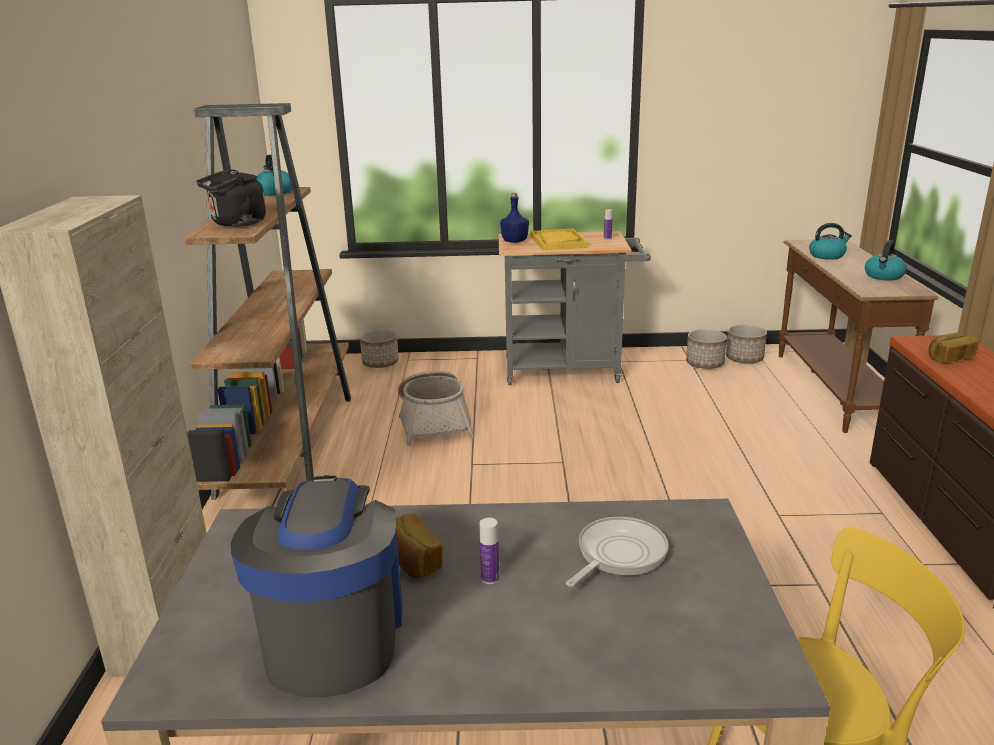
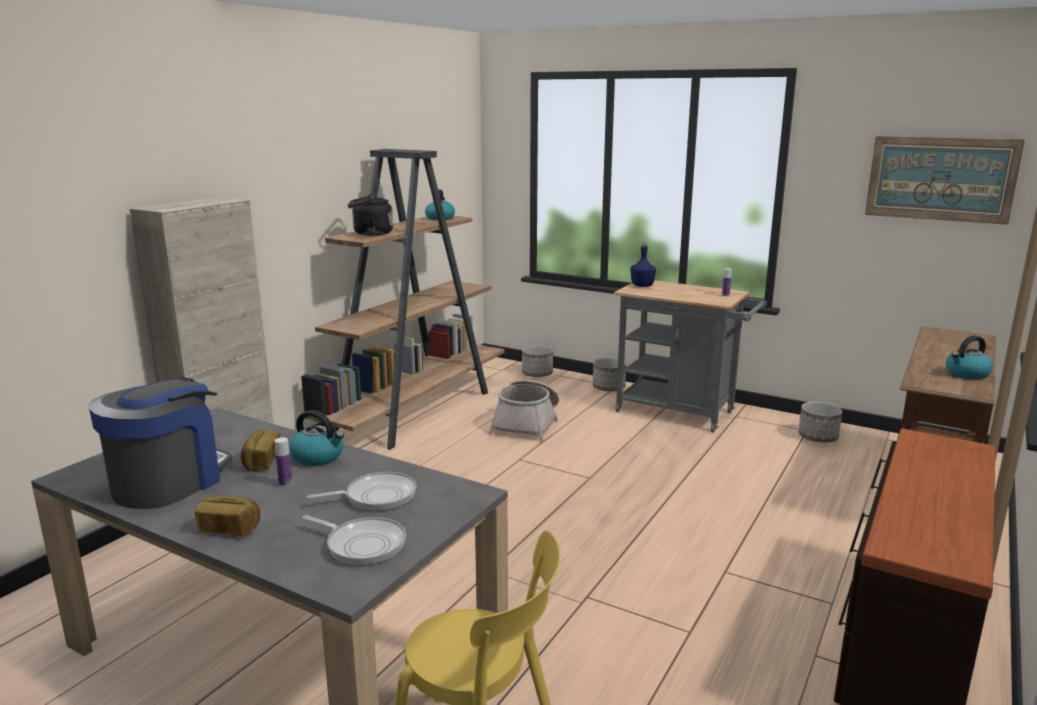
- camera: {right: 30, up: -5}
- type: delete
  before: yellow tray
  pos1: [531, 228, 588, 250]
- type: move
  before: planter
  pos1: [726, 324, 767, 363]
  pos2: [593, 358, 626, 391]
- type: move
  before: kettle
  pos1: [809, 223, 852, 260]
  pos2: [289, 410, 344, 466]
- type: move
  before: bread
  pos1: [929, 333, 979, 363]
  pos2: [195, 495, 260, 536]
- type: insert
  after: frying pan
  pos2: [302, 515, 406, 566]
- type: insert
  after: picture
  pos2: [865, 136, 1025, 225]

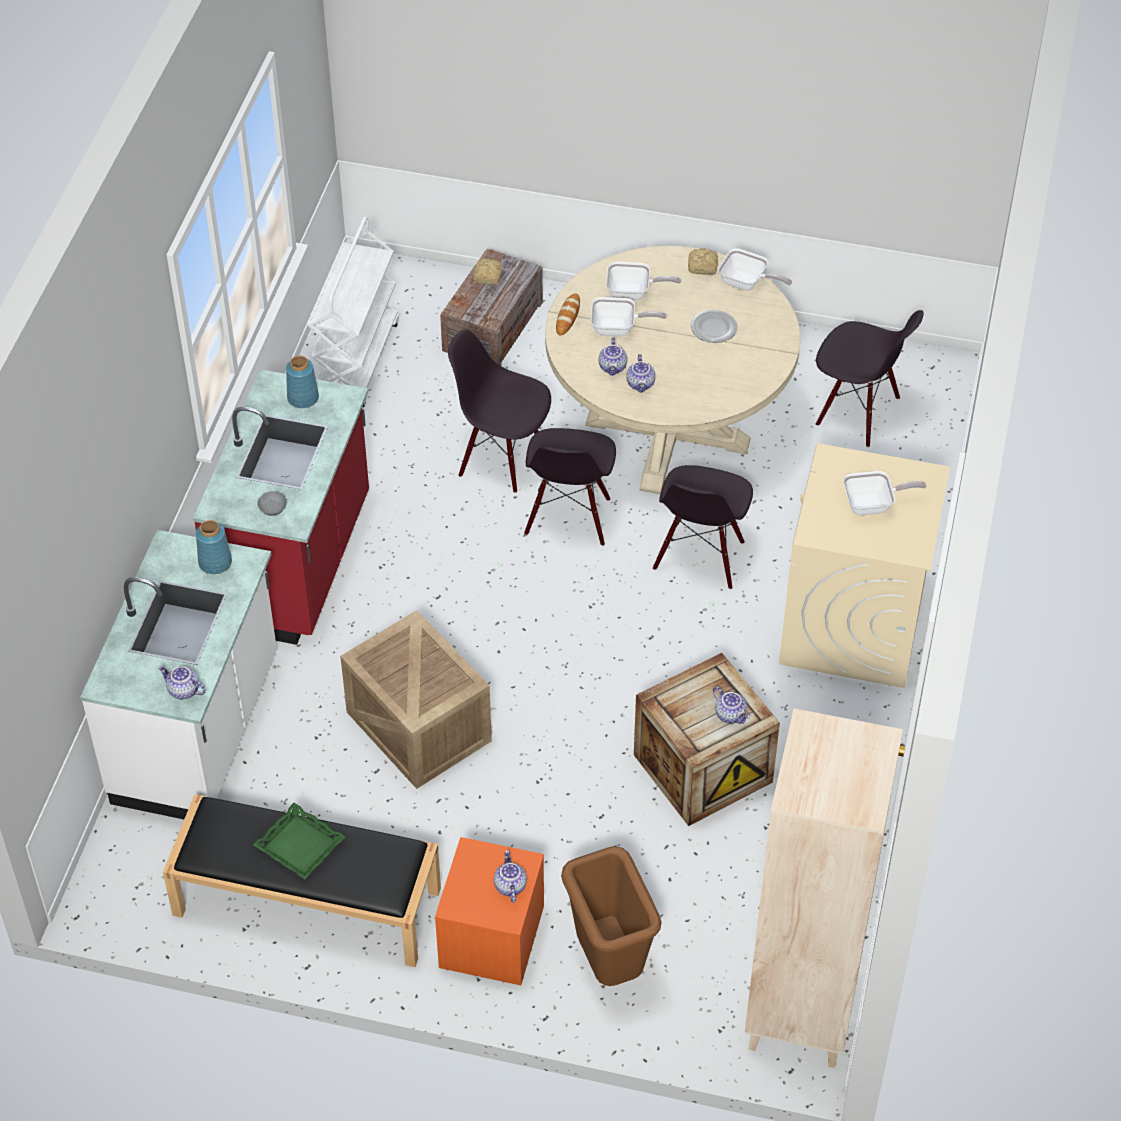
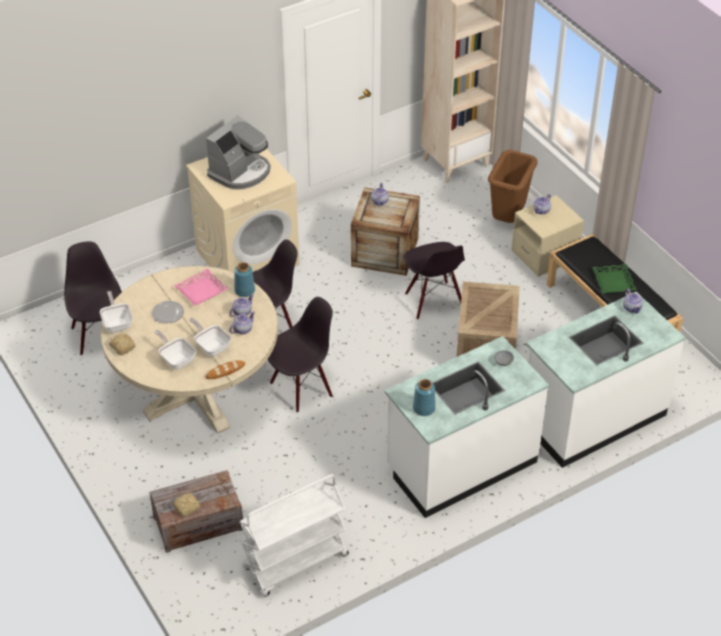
- camera: {right: -135, up: -5}
- type: recolor
  before: red counter
  after: white counter
  pos1: [193, 369, 369, 645]
  pos2: [384, 336, 549, 518]
- type: move
  before: blue vase
  pos1: [196, 520, 232, 574]
  pos2: [234, 262, 255, 297]
- type: recolor
  before: orange nightstand
  after: beige nightstand
  pos1: [435, 837, 544, 985]
  pos2: [511, 195, 584, 277]
- type: move
  before: black chair
  pos1: [448, 329, 551, 493]
  pos2: [404, 242, 465, 320]
- type: replace
  before: frying pan
  after: coffee machine
  pos1: [843, 471, 926, 515]
  pos2: [206, 115, 270, 189]
- type: insert
  after: pink tray
  pos2: [174, 268, 228, 306]

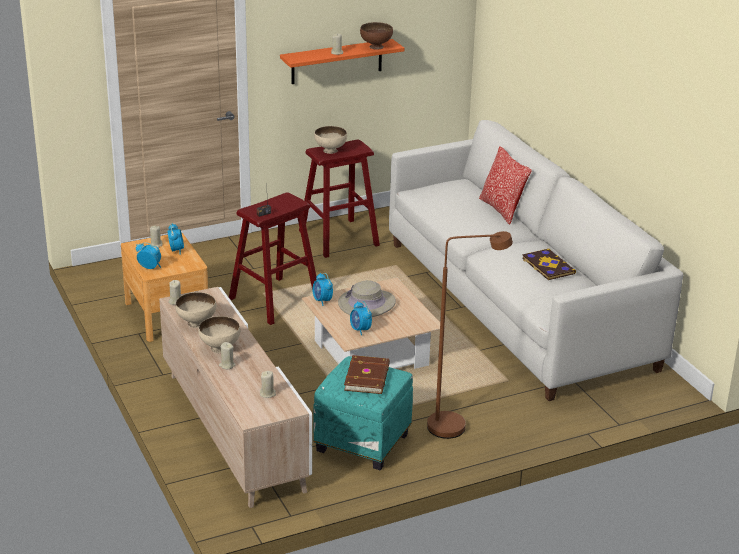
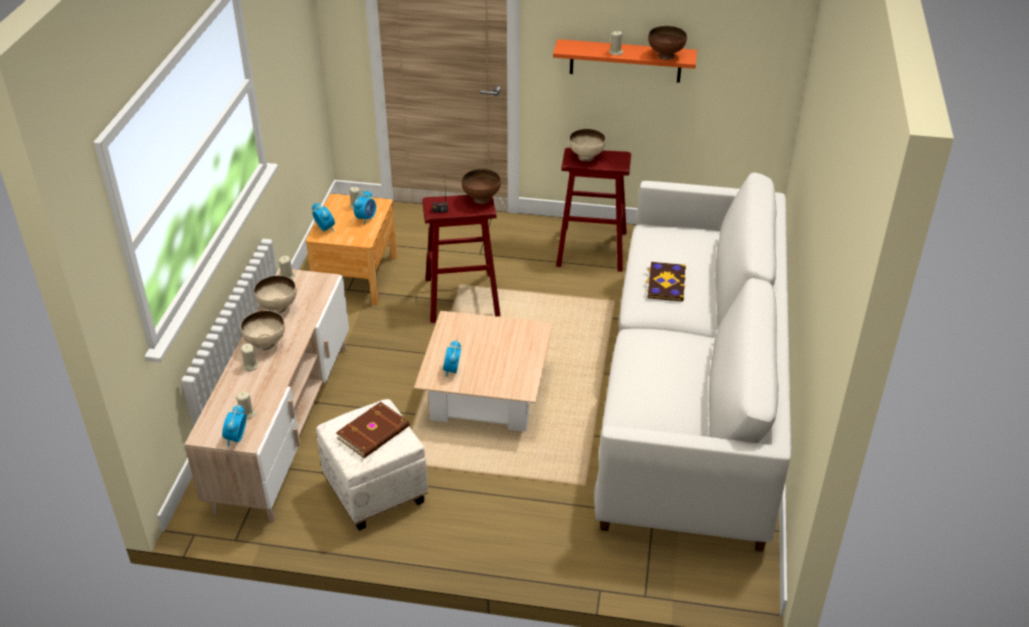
- camera: {right: 35, up: 10}
- type: move
  before: alarm clock
  pos1: [312, 273, 333, 306]
  pos2: [222, 404, 246, 446]
- type: recolor
  before: turquoise ottoman
  after: white ottoman
  pos1: [313, 356, 413, 470]
  pos2: [316, 399, 428, 531]
- type: delete
  before: beige hat
  pos1: [338, 280, 396, 317]
- type: delete
  before: brown floor lamp
  pos1: [427, 231, 513, 439]
- type: delete
  before: pillow
  pos1: [479, 146, 532, 225]
- type: move
  before: book
  pos1: [522, 248, 576, 280]
  pos2: [645, 262, 686, 301]
- type: insert
  after: brown bowl
  pos2: [462, 169, 501, 204]

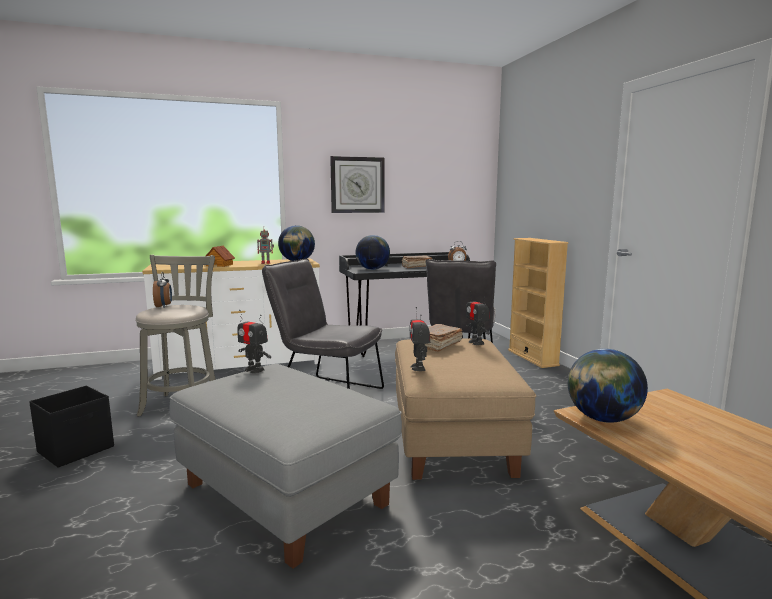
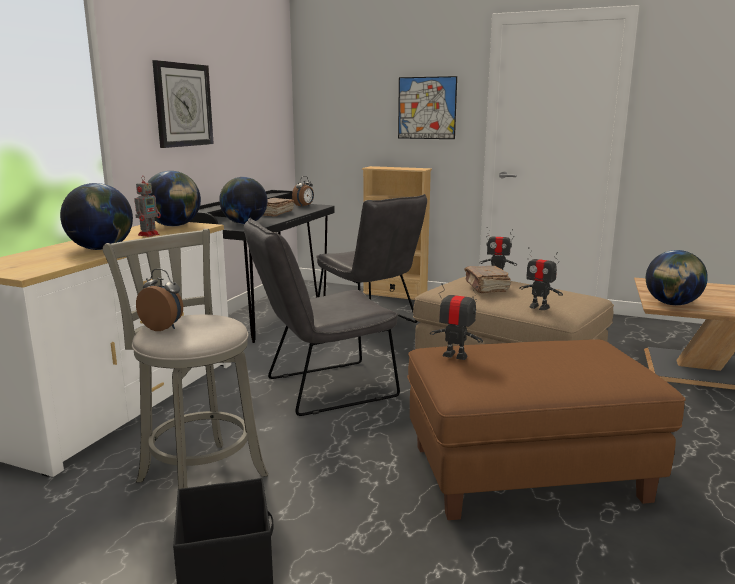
- camera: {right: -50, up: 5}
- type: recolor
  before: grey ottoman
  after: brown ottoman
  pos1: [169, 364, 402, 569]
  pos2: [407, 339, 686, 520]
- type: replace
  before: toy house
  after: globe
  pos1: [206, 245, 235, 267]
  pos2: [60, 183, 133, 250]
- type: rotate
  before: toy robot
  pos1: [237, 310, 271, 373]
  pos2: [430, 283, 483, 360]
  turn: -135
- type: insert
  after: picture
  pos2: [398, 76, 457, 139]

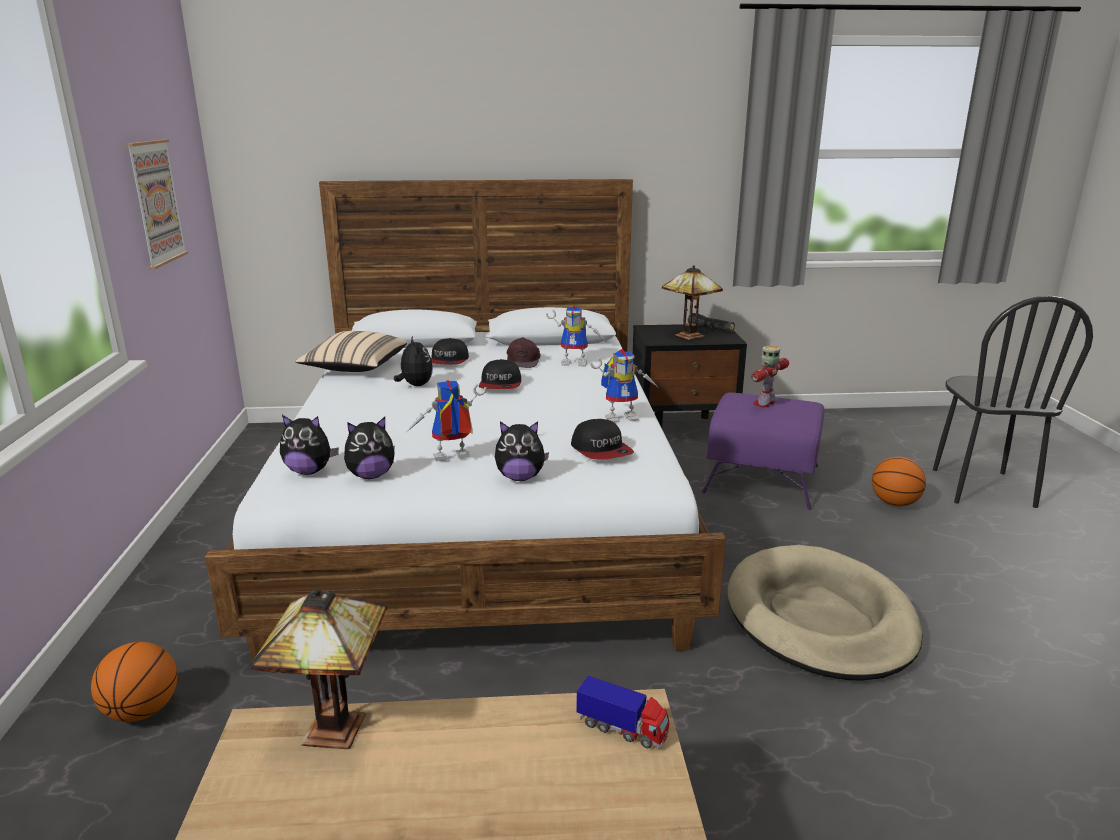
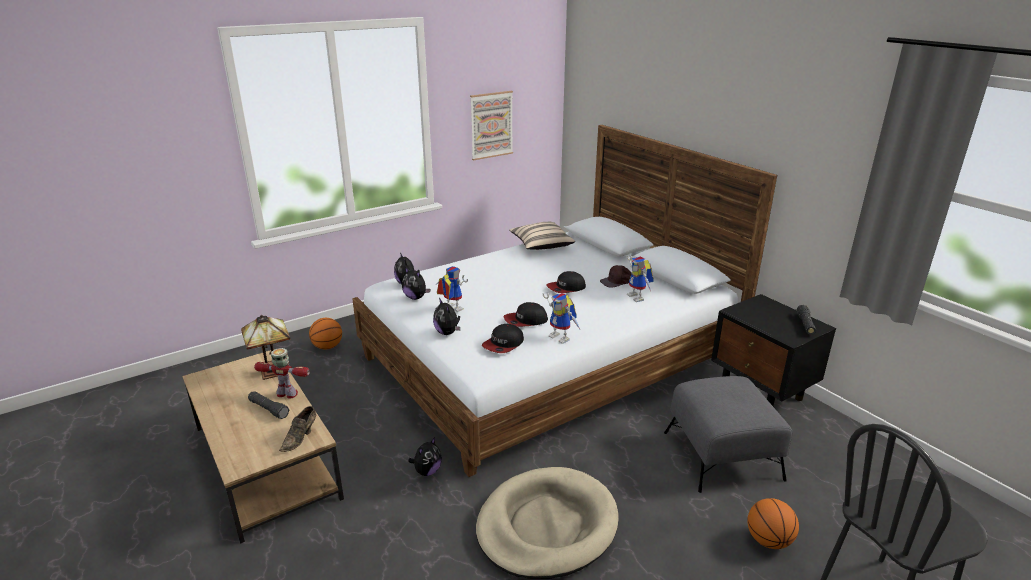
- camera: {right: 60, up: 5}
- type: move
  before: plush toy
  pos1: [394, 335, 433, 386]
  pos2: [408, 437, 442, 476]
- type: move
  before: cap
  pos1: [431, 338, 469, 365]
  pos2: [504, 302, 548, 327]
- type: replace
  before: toy truck
  after: brown shoe
  pos1: [576, 676, 669, 749]
  pos2: [279, 406, 316, 452]
- type: delete
  before: table lamp
  pos1: [662, 265, 723, 340]
- type: recolor
  before: purple ottoman
  after: grey ottoman
  pos1: [702, 392, 824, 510]
  pos2: [664, 376, 793, 493]
- type: move
  before: toy robot
  pos1: [751, 346, 789, 408]
  pos2: [254, 348, 310, 399]
- type: insert
  after: black flashlight
  pos2: [248, 391, 289, 419]

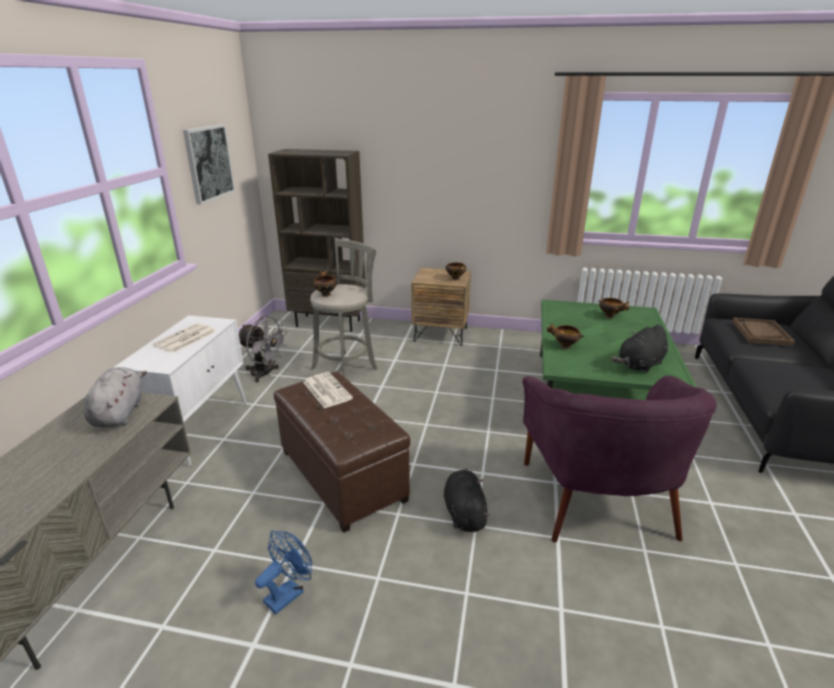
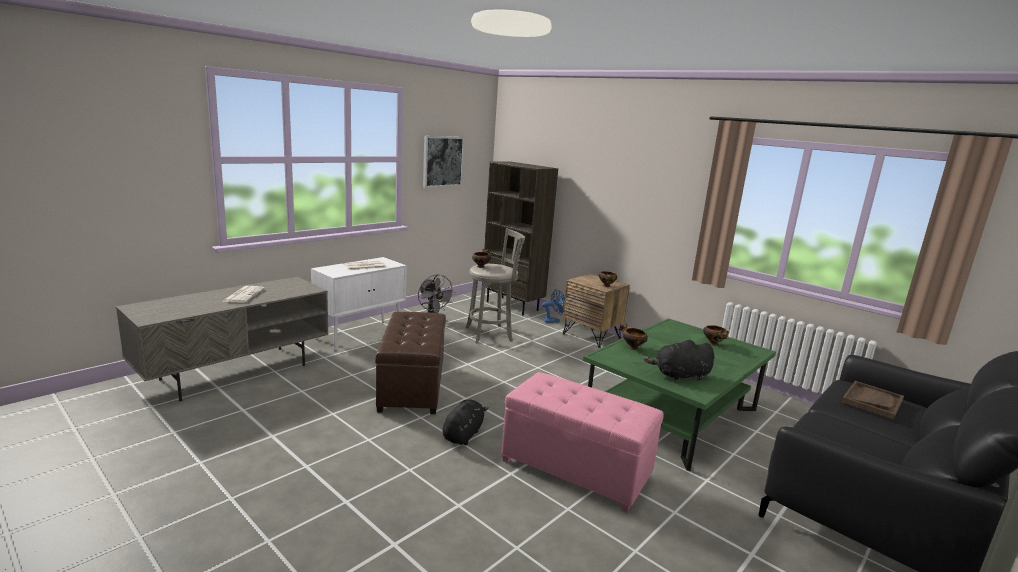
- camera: {right: 30, up: -10}
- type: delete
  before: grey plush toy
  pos1: [84, 367, 147, 428]
- type: move
  before: blue fan
  pos1: [255, 531, 312, 614]
  pos2: [542, 289, 565, 323]
- type: move
  before: newspaper
  pos1: [303, 372, 353, 408]
  pos2: [222, 286, 265, 303]
- type: replace
  before: purple armchair
  after: pink ottoman
  pos1: [523, 375, 717, 542]
  pos2: [502, 372, 664, 512]

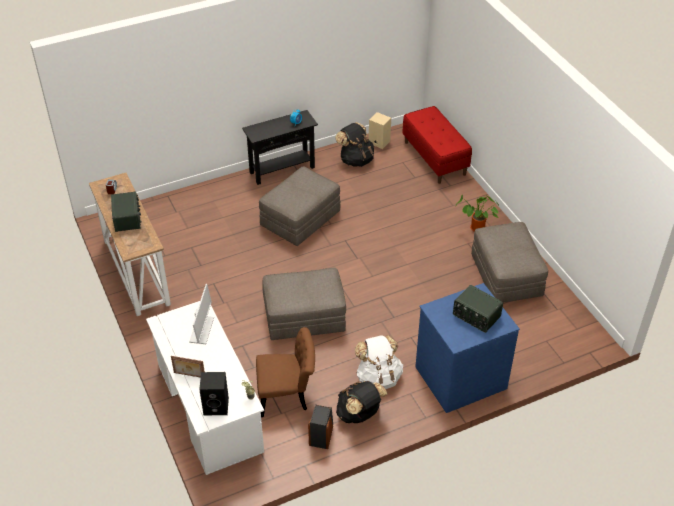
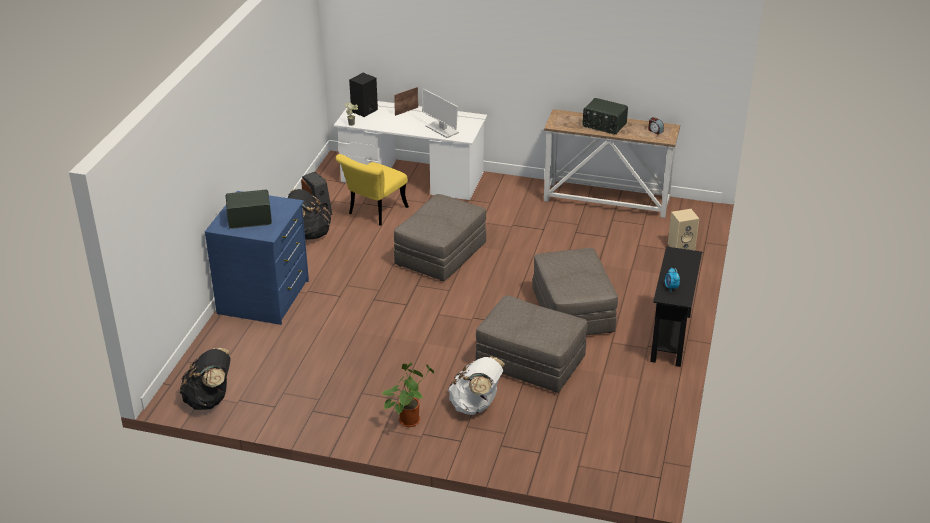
- camera: {right: 130, up: -10}
- type: recolor
  before: brown chair
  after: yellow chair
  pos1: [256, 327, 315, 418]
  pos2: [336, 154, 409, 226]
- type: move
  before: black backpack
  pos1: [335, 122, 374, 167]
  pos2: [179, 348, 231, 410]
- type: move
  before: white backpack
  pos1: [355, 335, 403, 389]
  pos2: [448, 356, 505, 415]
- type: move
  before: beige speaker
  pos1: [369, 112, 391, 149]
  pos2: [668, 209, 699, 251]
- type: delete
  before: red bench
  pos1: [402, 106, 472, 184]
- type: move
  before: grey ottoman
  pos1: [471, 222, 548, 303]
  pos2: [476, 295, 588, 393]

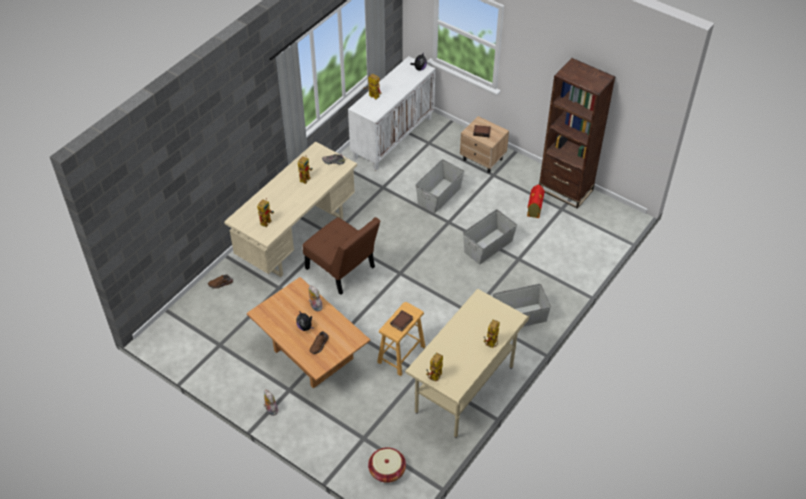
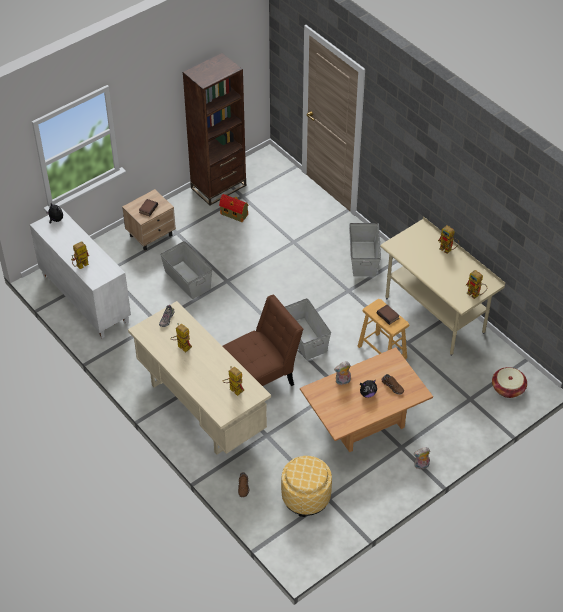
- camera: {right: -75, up: 0}
- type: move
  before: grey storage box
  pos1: [463, 209, 517, 264]
  pos2: [285, 298, 331, 360]
- type: insert
  after: ottoman
  pos2: [281, 456, 332, 517]

